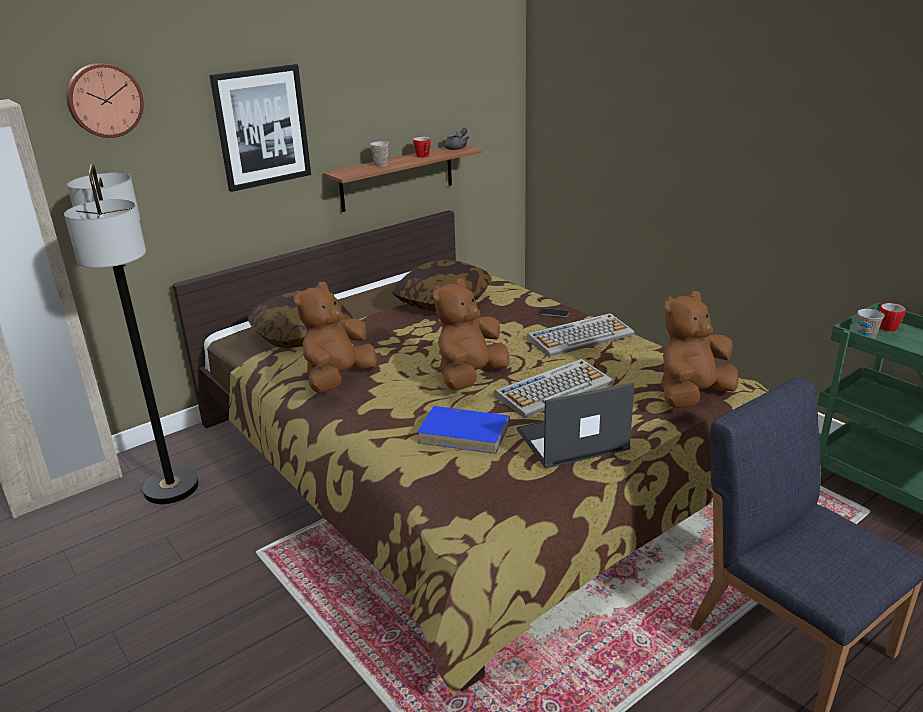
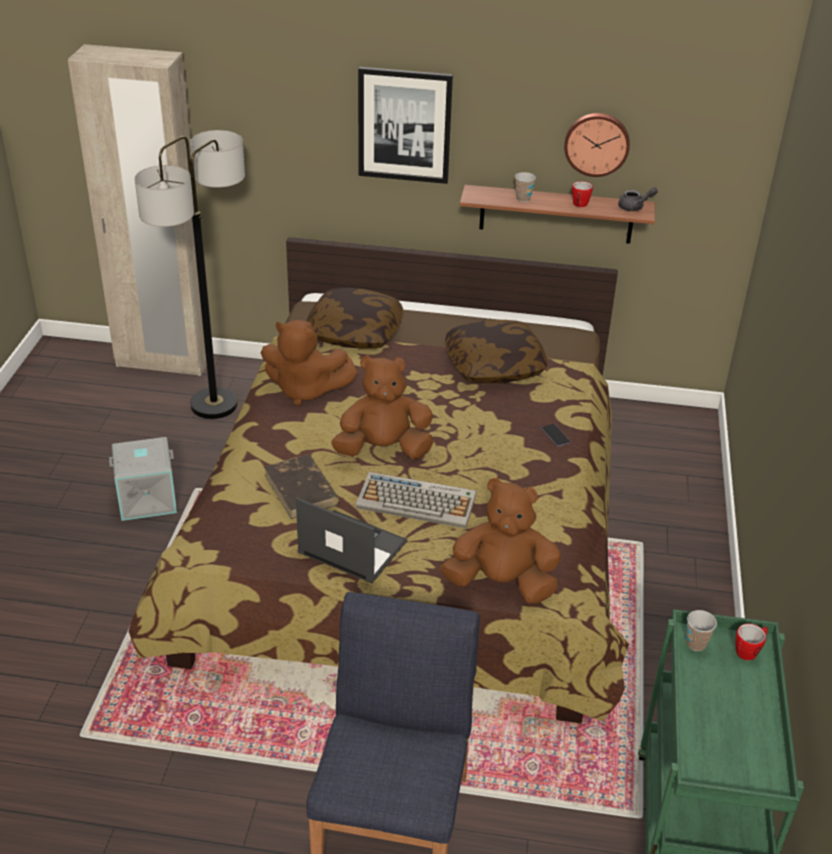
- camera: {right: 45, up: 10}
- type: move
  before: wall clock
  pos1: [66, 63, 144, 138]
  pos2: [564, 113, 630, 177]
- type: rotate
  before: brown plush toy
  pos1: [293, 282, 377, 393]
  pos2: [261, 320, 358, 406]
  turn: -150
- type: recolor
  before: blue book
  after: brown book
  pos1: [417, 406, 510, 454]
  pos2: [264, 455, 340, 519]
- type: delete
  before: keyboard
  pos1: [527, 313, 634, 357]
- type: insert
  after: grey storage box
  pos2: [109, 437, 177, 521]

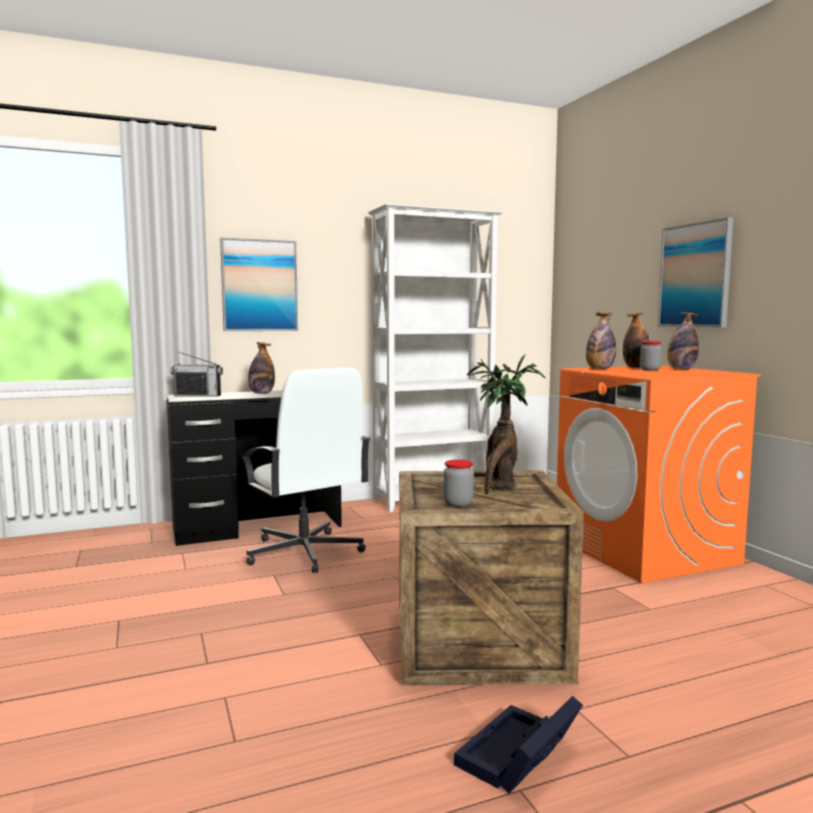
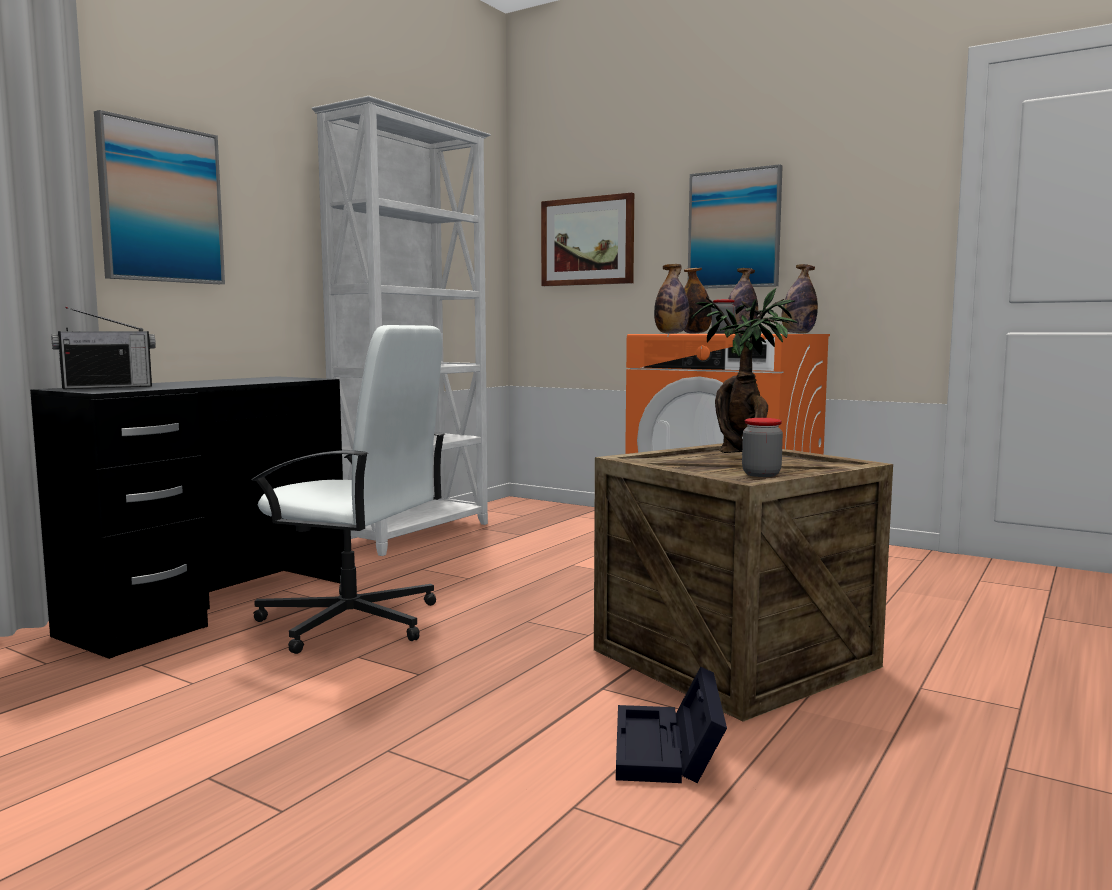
- camera: {right: -35, up: 0}
- type: move
  before: bottle
  pos1: [248, 342, 275, 394]
  pos2: [782, 264, 818, 334]
- type: move
  before: black storage box
  pos1: [454, 696, 583, 794]
  pos2: [616, 667, 727, 783]
- type: insert
  after: picture
  pos2: [541, 193, 634, 286]

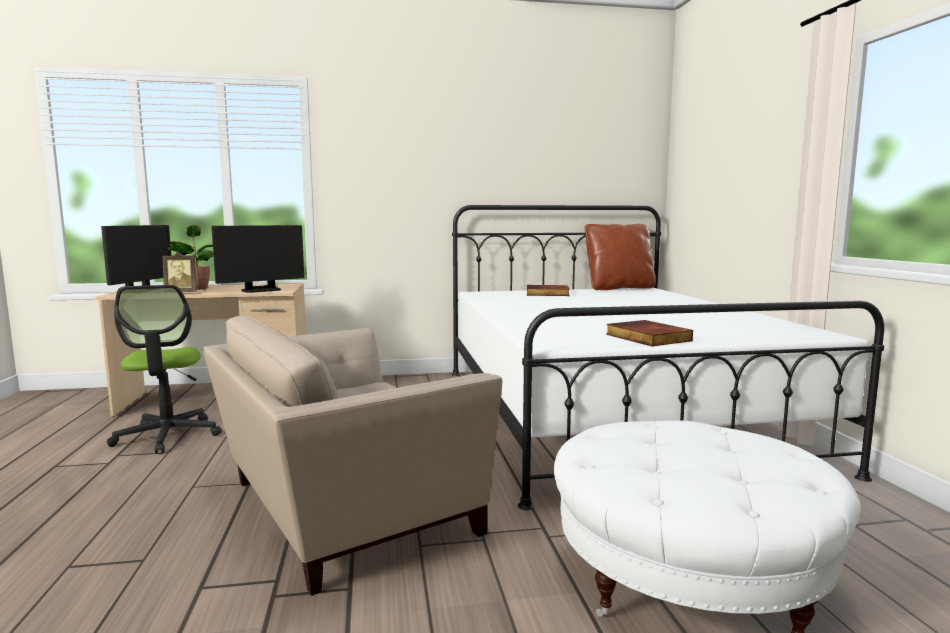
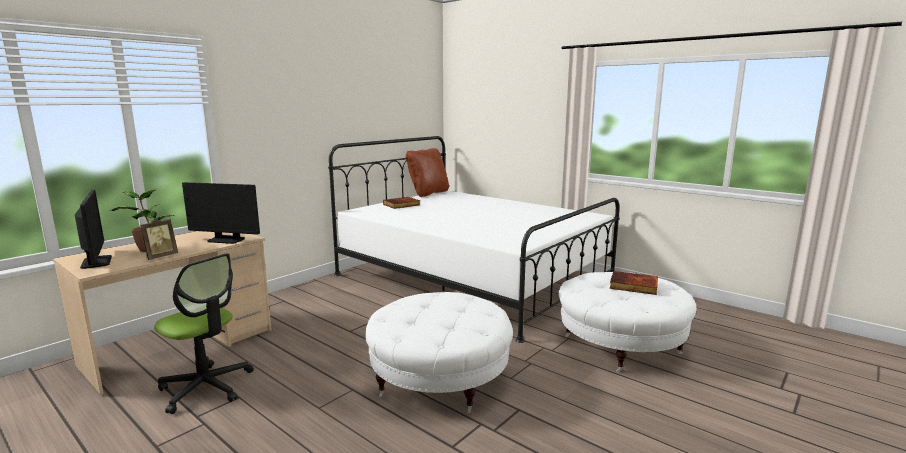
- camera: {right: -40, up: 5}
- type: replace
  before: beige armchair
  after: white ottoman
  pos1: [203, 315, 502, 596]
  pos2: [365, 292, 513, 413]
- type: rotate
  before: monitor
  pos1: [211, 225, 304, 293]
  pos2: [182, 182, 260, 244]
  turn: 90
- type: move
  before: book
  pos1: [606, 320, 693, 346]
  pos2: [610, 271, 658, 295]

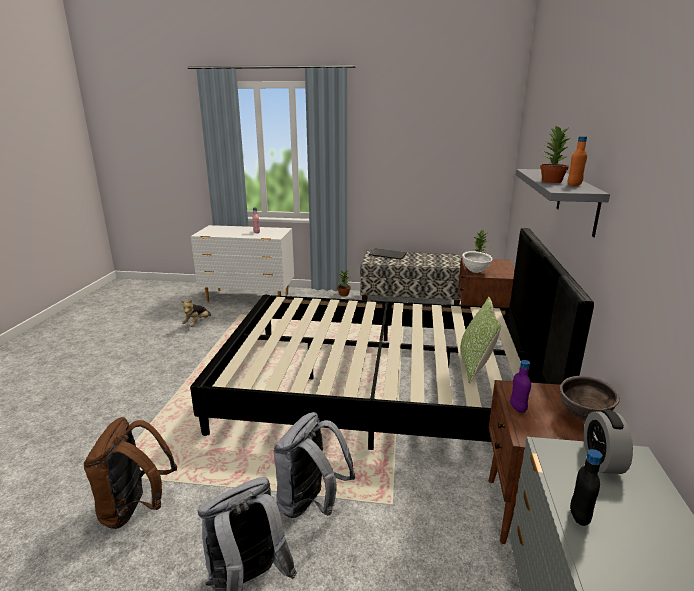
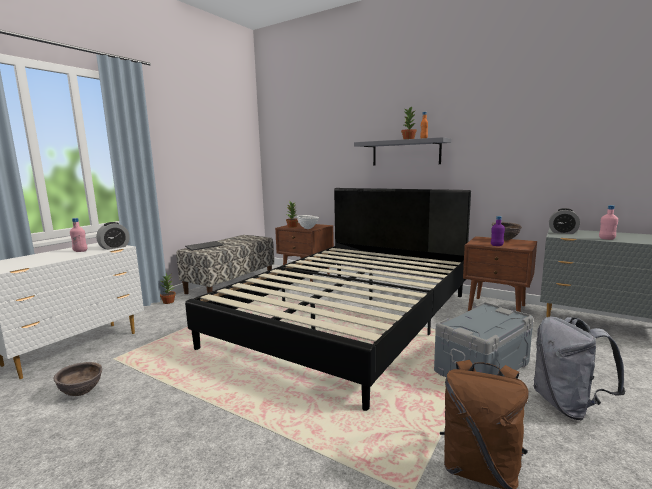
- camera: {right: -65, up: -10}
- type: replace
  before: plush toy
  after: brown bowl
  pos1: [181, 300, 211, 327]
  pos2: [54, 362, 102, 396]
- type: replace
  before: grey backpack
  after: grey storage box
  pos1: [273, 412, 355, 518]
  pos2: [434, 302, 533, 377]
- type: delete
  before: pillow
  pos1: [461, 297, 502, 384]
- type: recolor
  before: black bottle
  after: pink bottle
  pos1: [570, 449, 602, 526]
  pos2: [599, 205, 618, 240]
- type: insert
  after: alarm clock
  pos2: [96, 222, 130, 250]

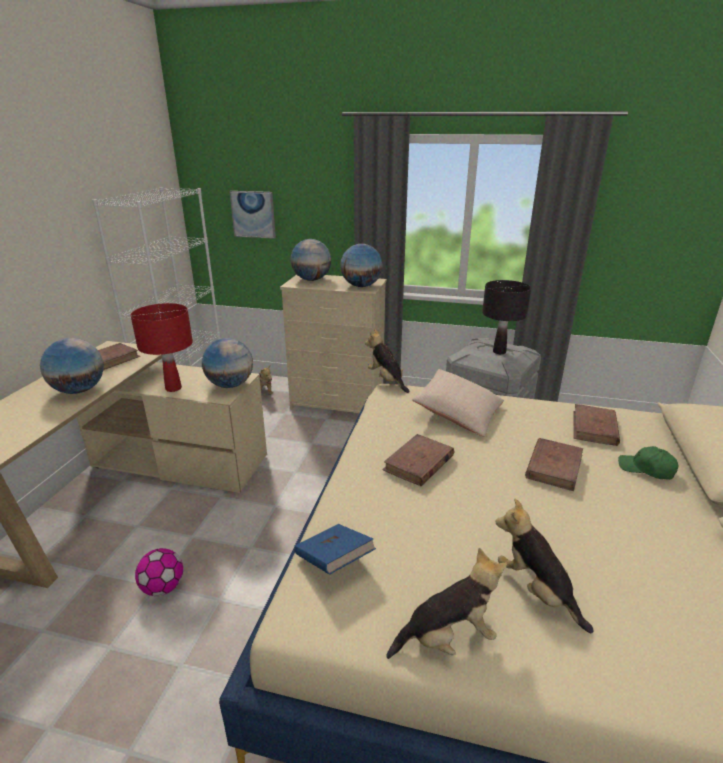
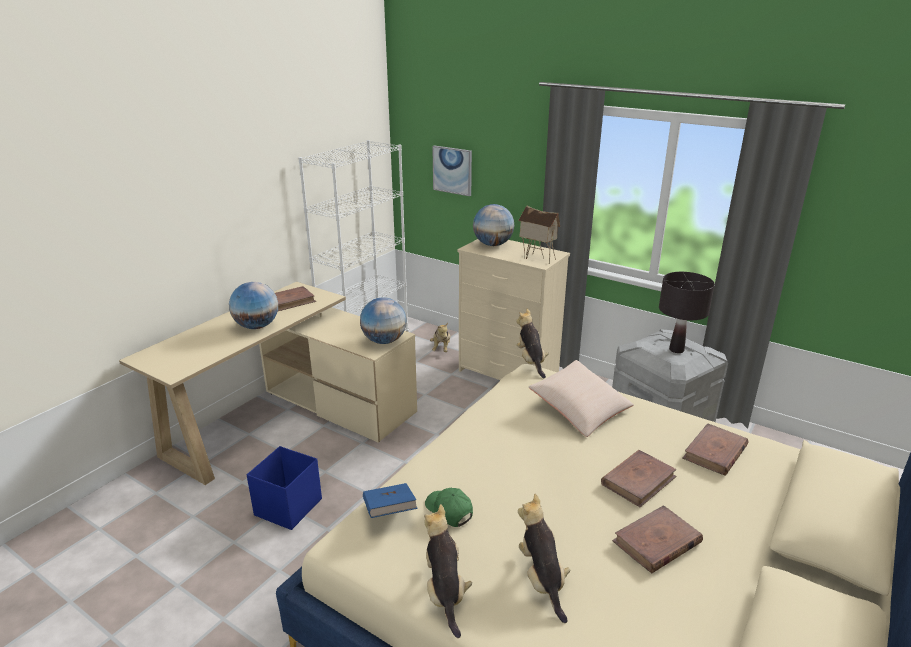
- camera: {right: 20, up: 0}
- type: delete
  before: red table lamp
  pos1: [131, 303, 193, 392]
- type: replace
  before: football
  after: blue storage box
  pos1: [135, 548, 183, 596]
  pos2: [247, 446, 322, 530]
- type: replace
  before: globe
  after: toy house
  pos1: [340, 244, 383, 287]
  pos2: [518, 205, 560, 264]
- type: move
  before: brown book
  pos1: [382, 434, 454, 486]
  pos2: [612, 505, 703, 574]
- type: rotate
  before: plush toy
  pos1: [386, 548, 507, 659]
  pos2: [424, 504, 472, 638]
  turn: -105
- type: move
  before: green cap
  pos1: [618, 446, 679, 480]
  pos2: [425, 488, 473, 527]

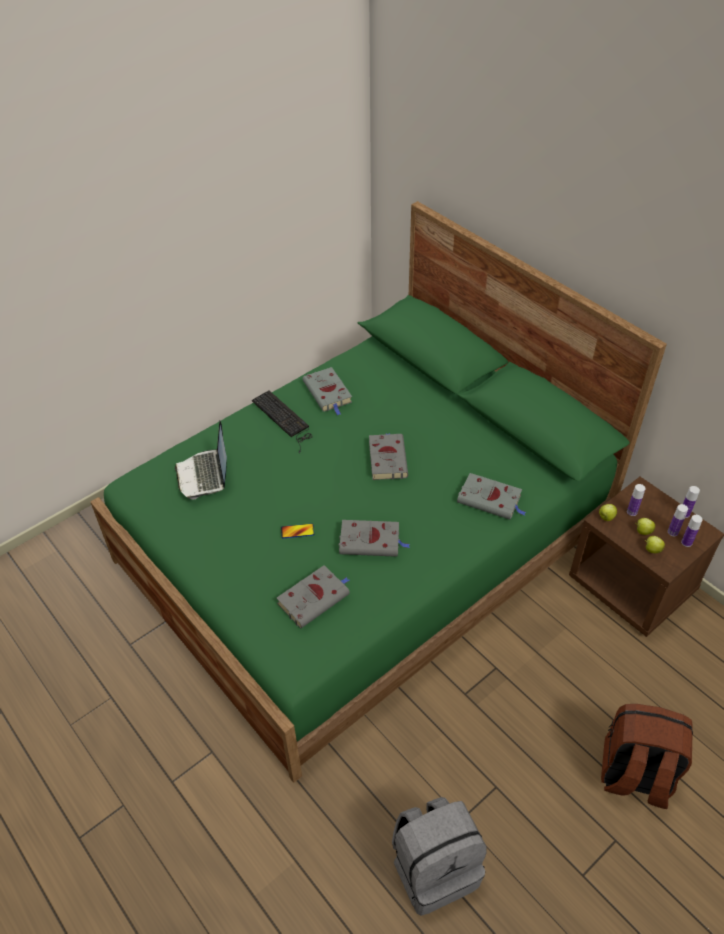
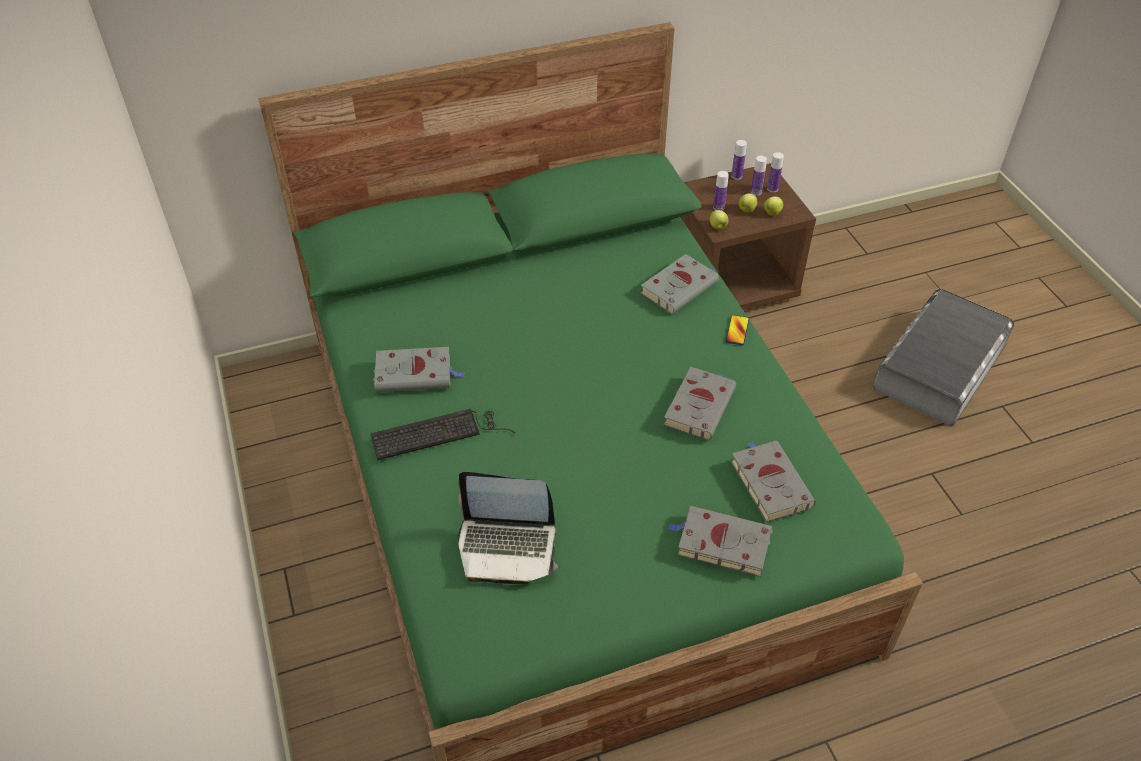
- camera: {right: -70, up: 0}
- type: move
  before: phone
  pos1: [281, 524, 314, 538]
  pos2: [726, 315, 749, 345]
- type: move
  before: grey book
  pos1: [369, 433, 408, 480]
  pos2: [668, 506, 773, 577]
- type: delete
  before: grey backpack
  pos1: [392, 797, 487, 916]
- type: replace
  before: brown backpack
  after: grey storage box
  pos1: [601, 704, 693, 809]
  pos2: [873, 289, 1015, 427]

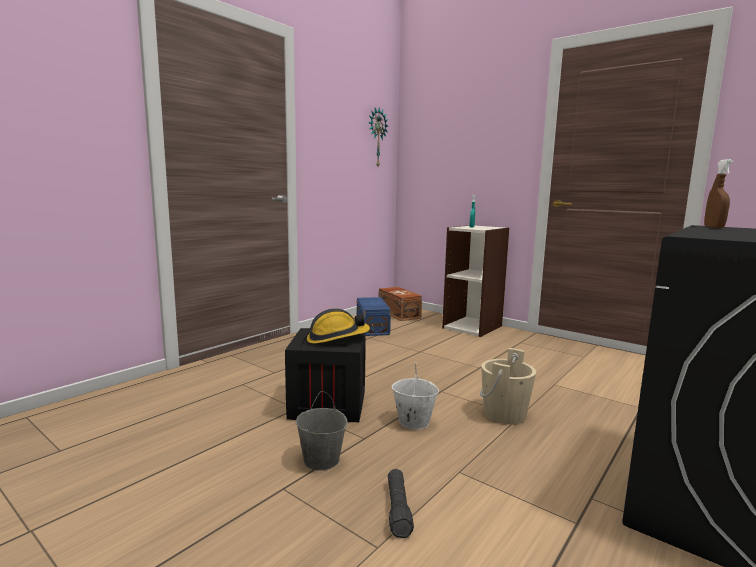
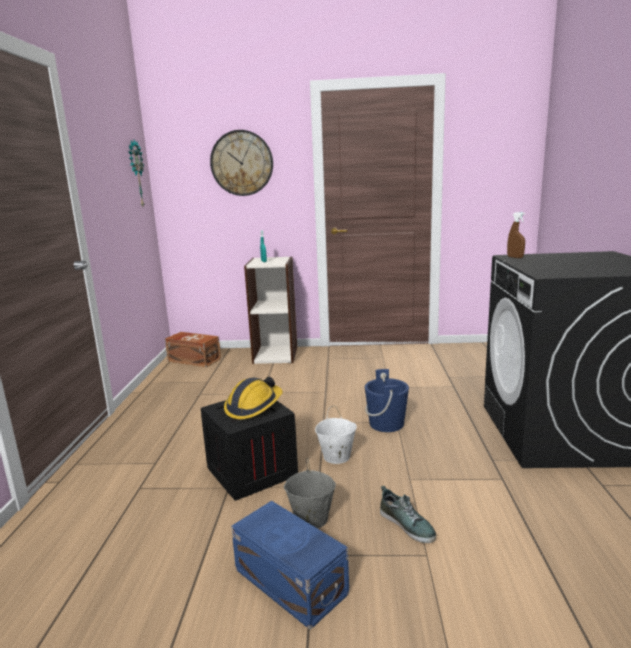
- camera: {right: -35, up: 5}
- type: move
  before: blue storage box
  pos1: [357, 297, 391, 336]
  pos2: [231, 501, 349, 630]
- type: replace
  before: black flashlight
  after: shoe
  pos1: [388, 469, 414, 538]
  pos2: [380, 486, 436, 543]
- type: recolor
  before: beige bucket
  after: blue bucket
  pos1: [480, 348, 536, 424]
  pos2: [365, 369, 409, 432]
- type: insert
  after: wall clock
  pos2: [210, 130, 273, 196]

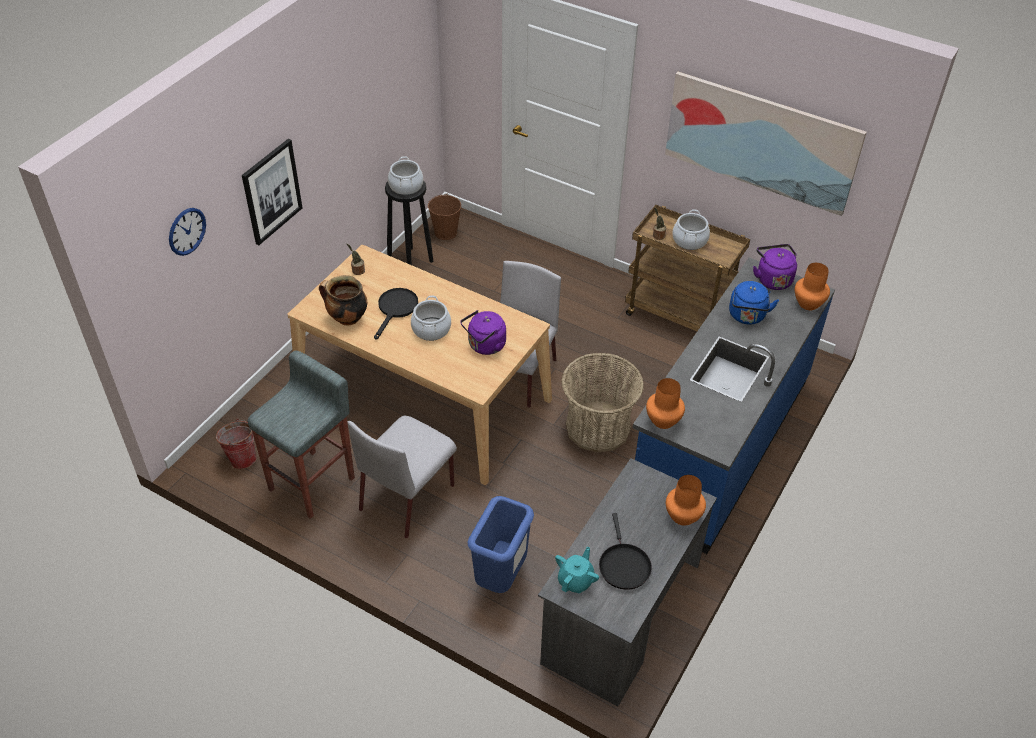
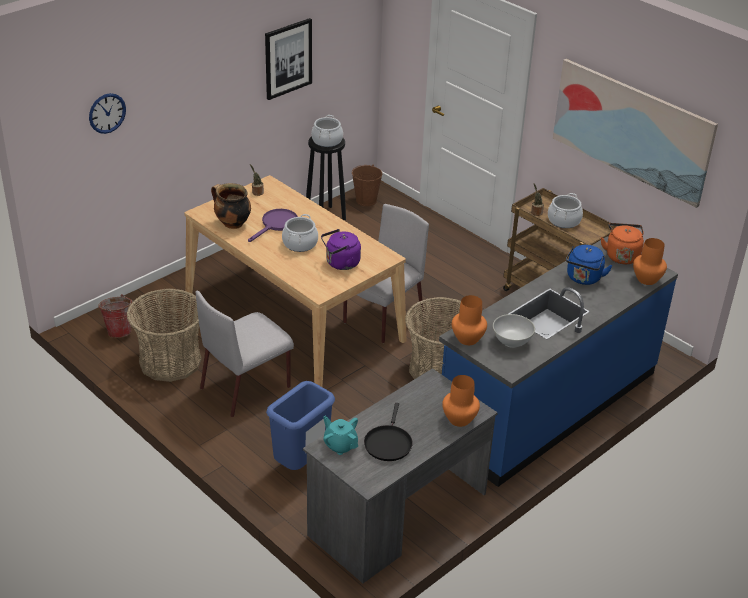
- camera: {right: 15, up: -10}
- type: move
  before: picture
  pos1: [242, 139, 303, 245]
  pos2: [265, 18, 312, 100]
- type: replace
  before: grey stool
  after: basket
  pos1: [248, 351, 355, 519]
  pos2: [126, 289, 202, 382]
- type: recolor
  before: black frying pan
  after: purple frying pan
  pos1: [374, 288, 418, 340]
  pos2: [248, 209, 298, 242]
- type: rotate
  before: turquoise teapot
  pos1: [555, 547, 599, 593]
  pos2: [323, 416, 358, 455]
  turn: -90
- type: recolor
  before: purple kettle
  after: orange kettle
  pos1: [753, 244, 797, 290]
  pos2: [601, 223, 644, 264]
- type: insert
  after: white bowl
  pos2: [493, 314, 535, 348]

